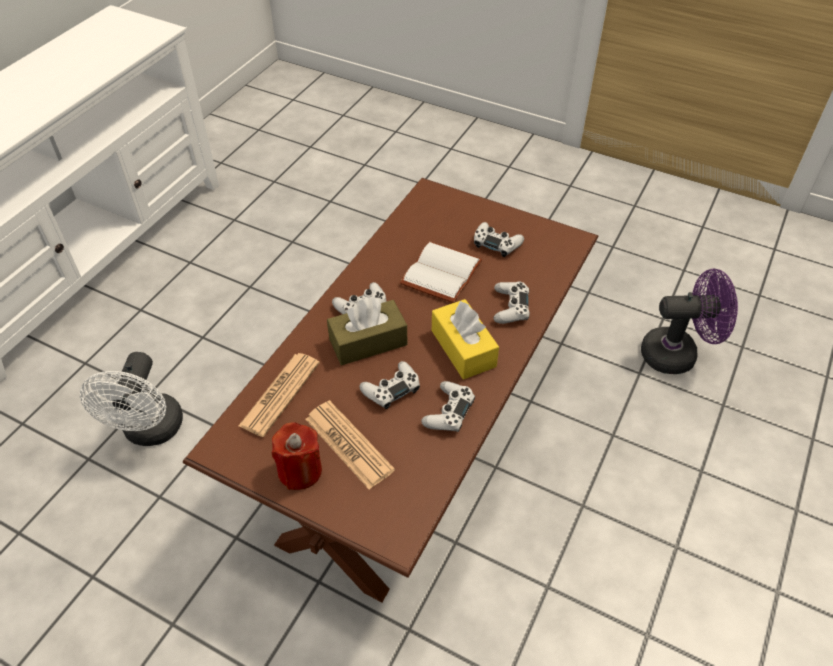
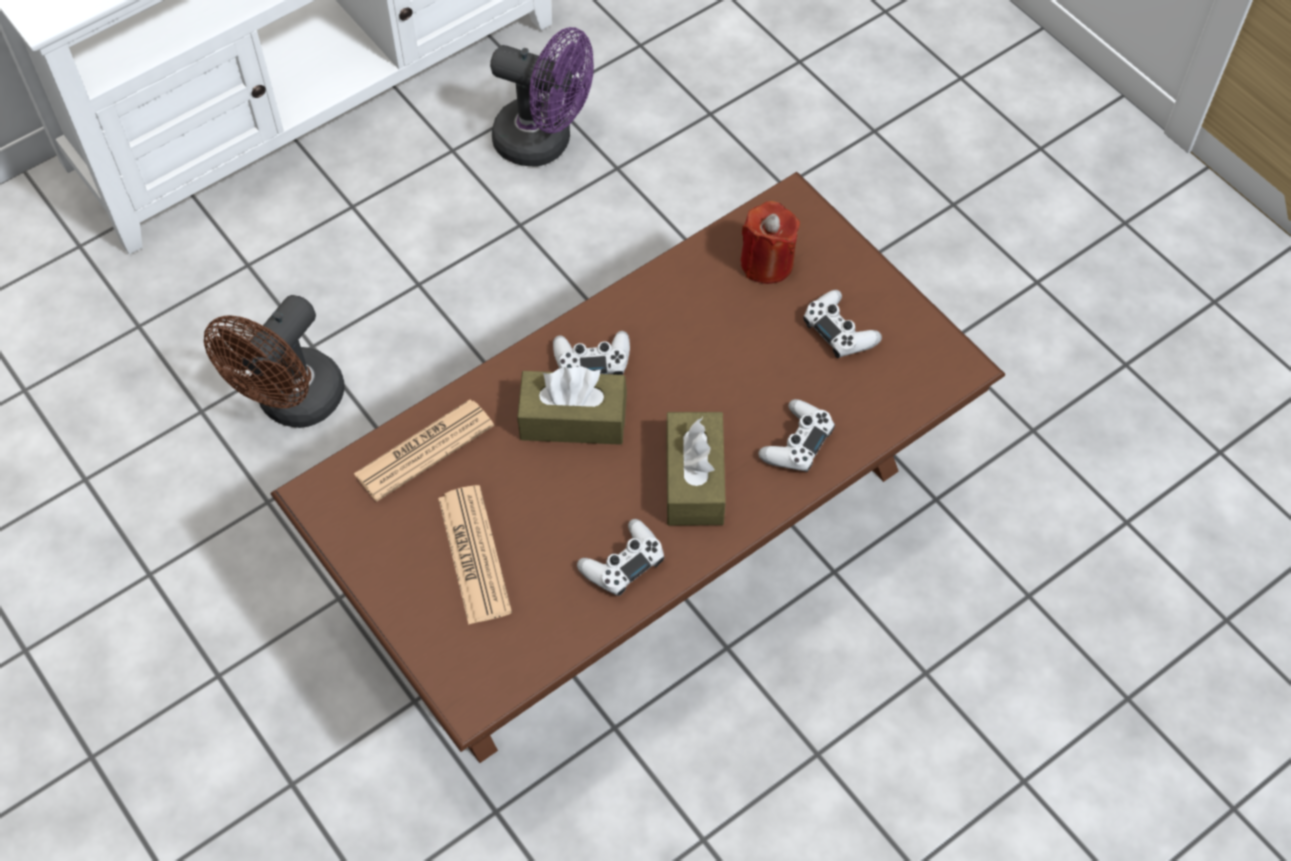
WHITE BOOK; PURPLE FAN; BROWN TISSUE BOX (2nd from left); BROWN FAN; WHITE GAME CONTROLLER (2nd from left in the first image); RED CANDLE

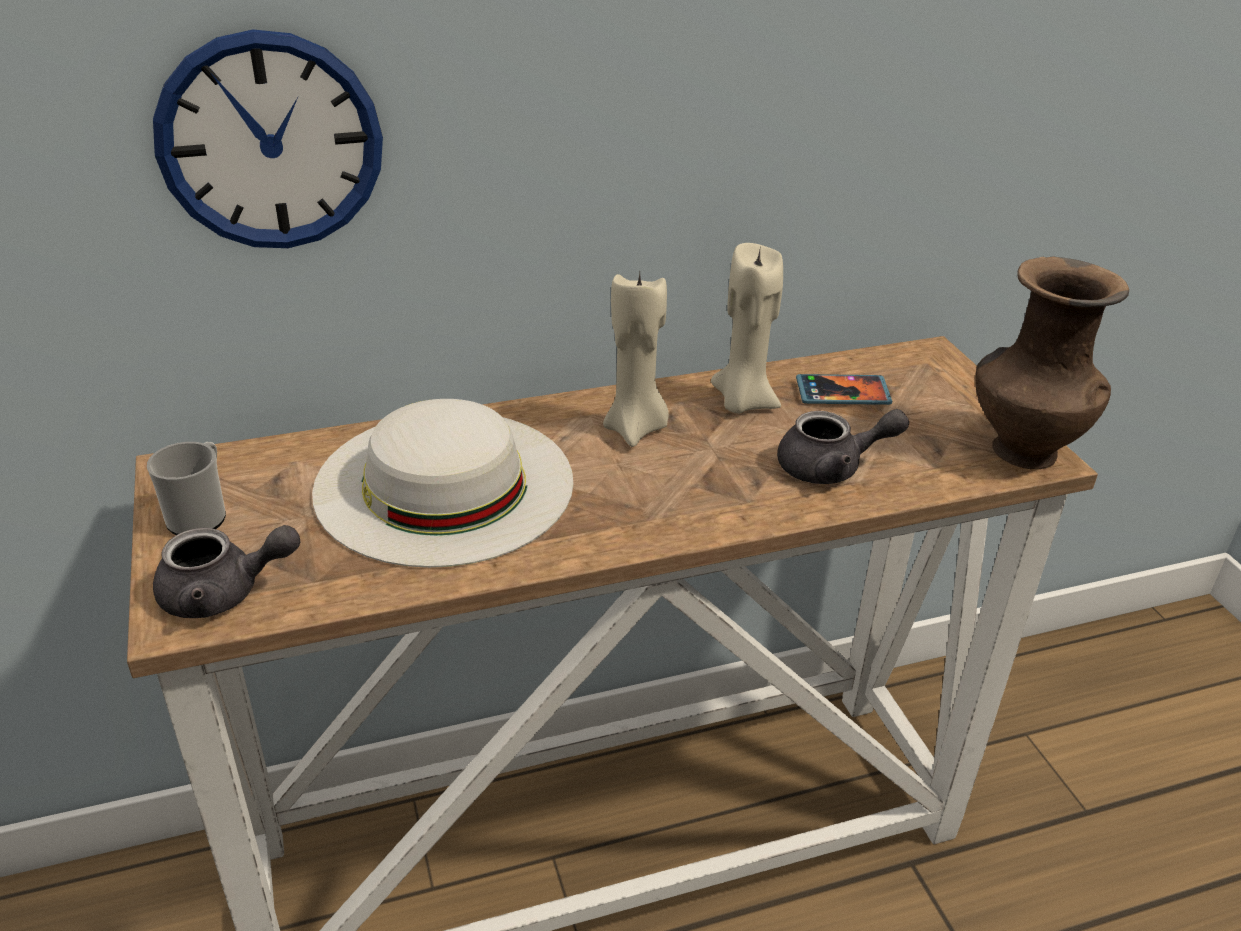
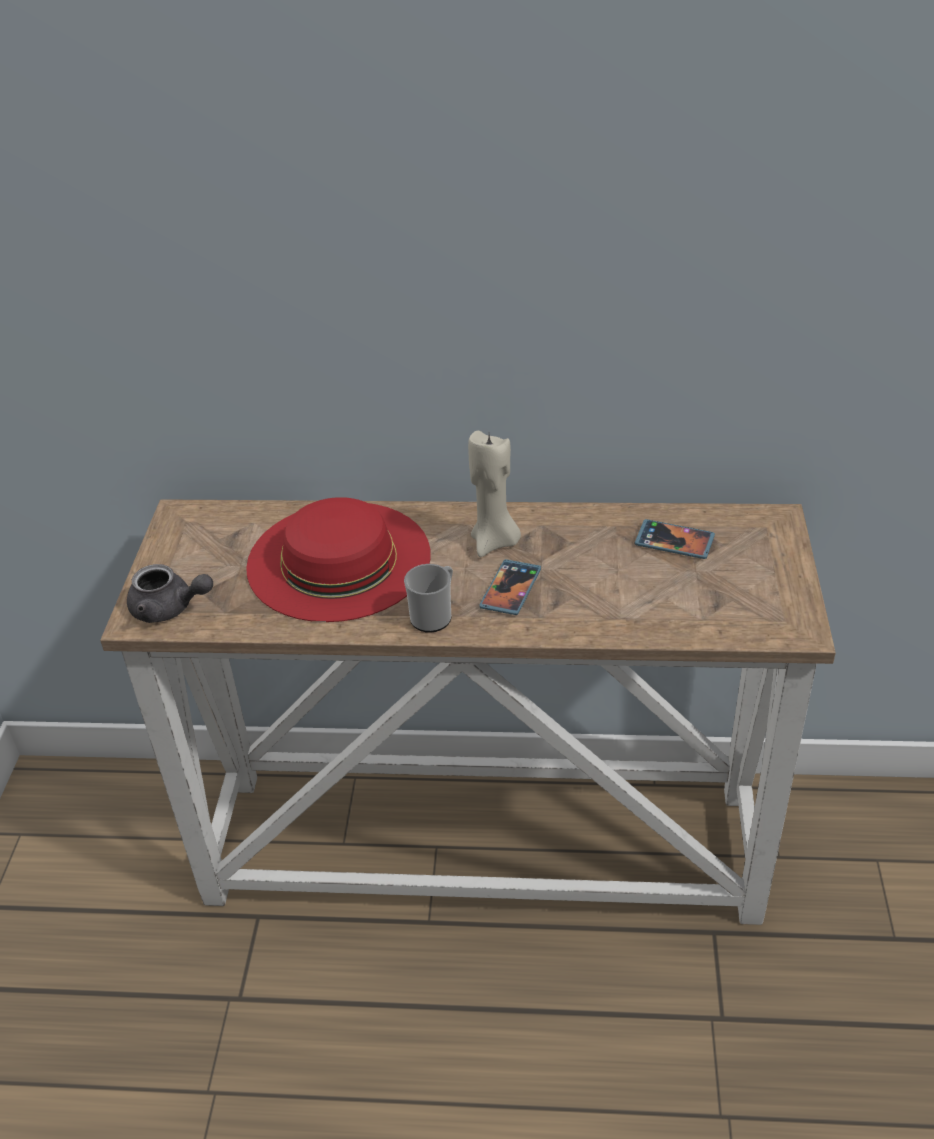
WALL CLOCK; BEIGE CANDLE (2nd from left in the first image); BROWN VASE; RED HAT; GREY TEAPOT (2nd from left in the first image); MUG; PHONE (1st from left)

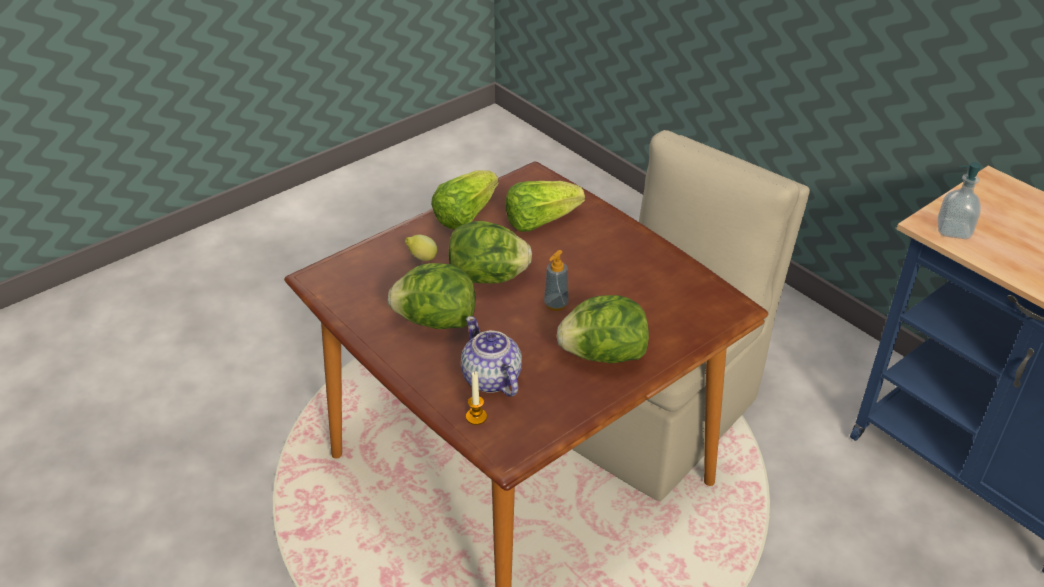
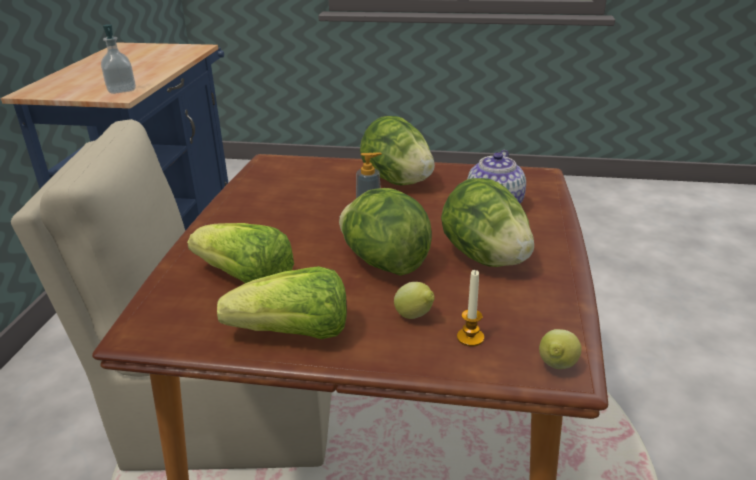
CANDLE; LEMON (2nd from left)

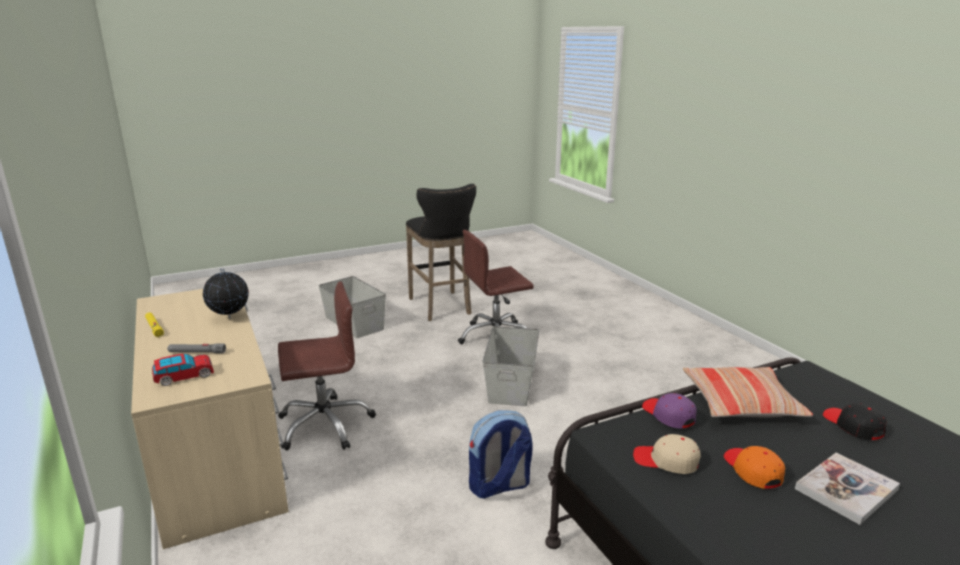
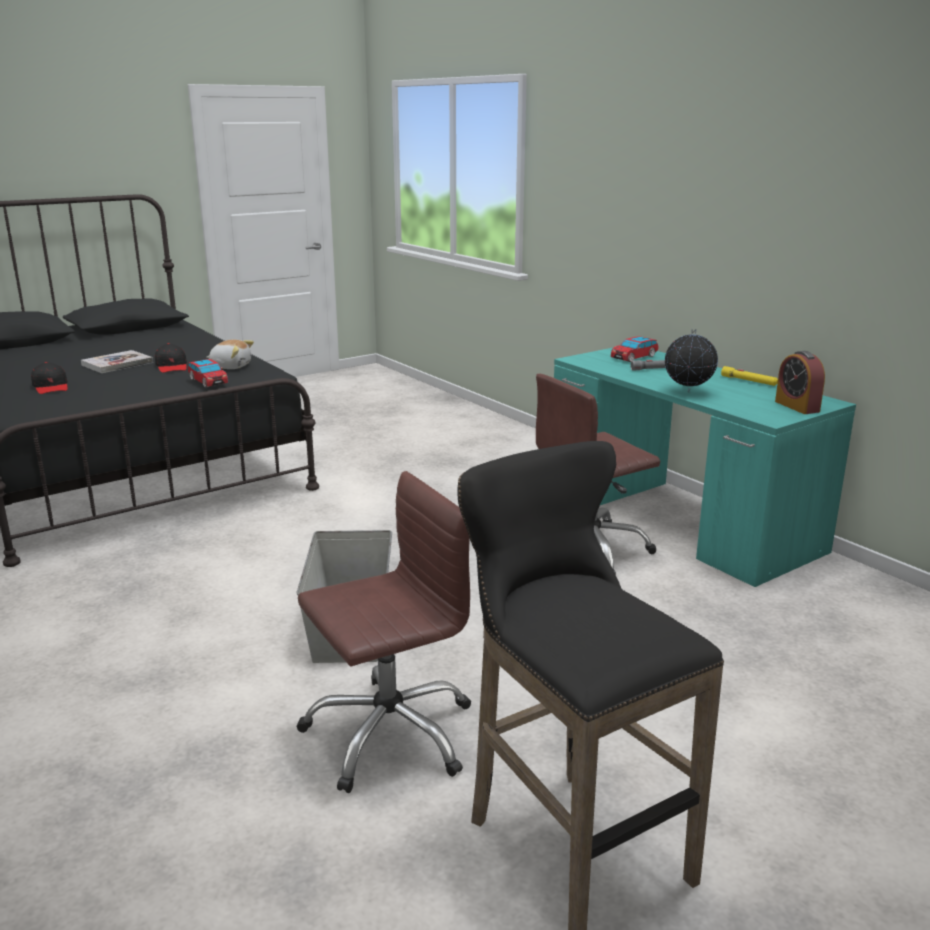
GREY STORAGE BOX (1st from left in the first image); TURQUOISE DESK; PILLOW; TOY CAR (1st from left); BACKPACK; PLUSH TOY; BLACK CAP (2nd from left); ALARM CLOCK

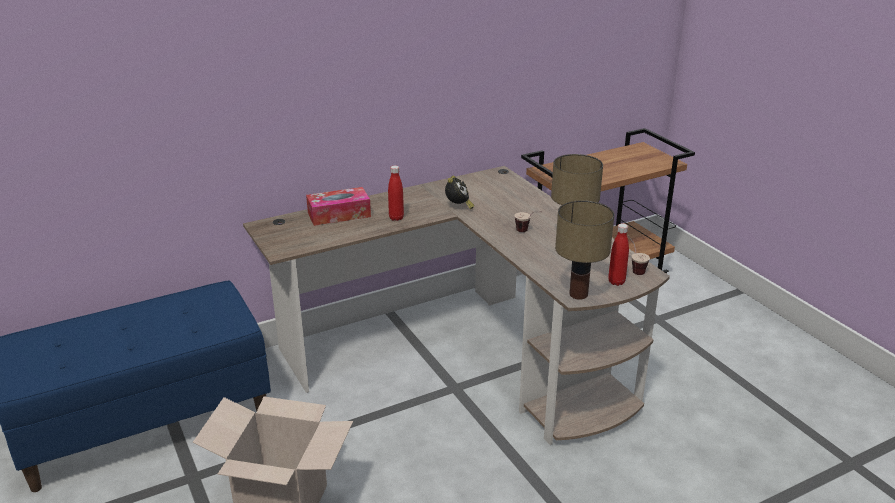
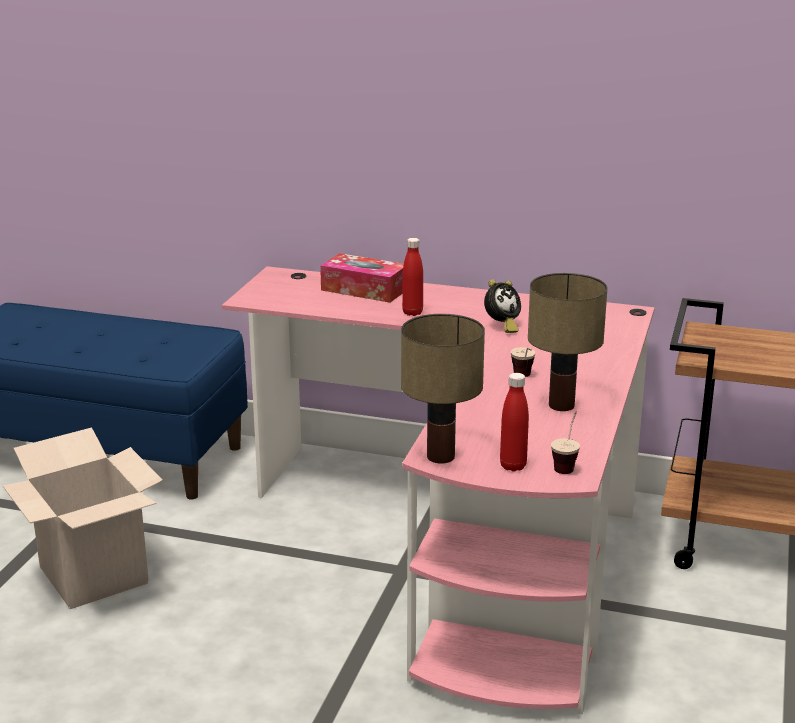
PINK DESK

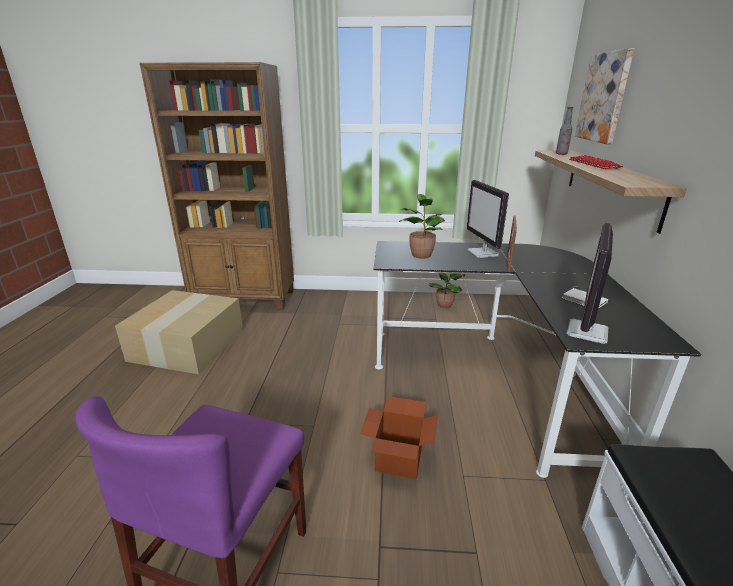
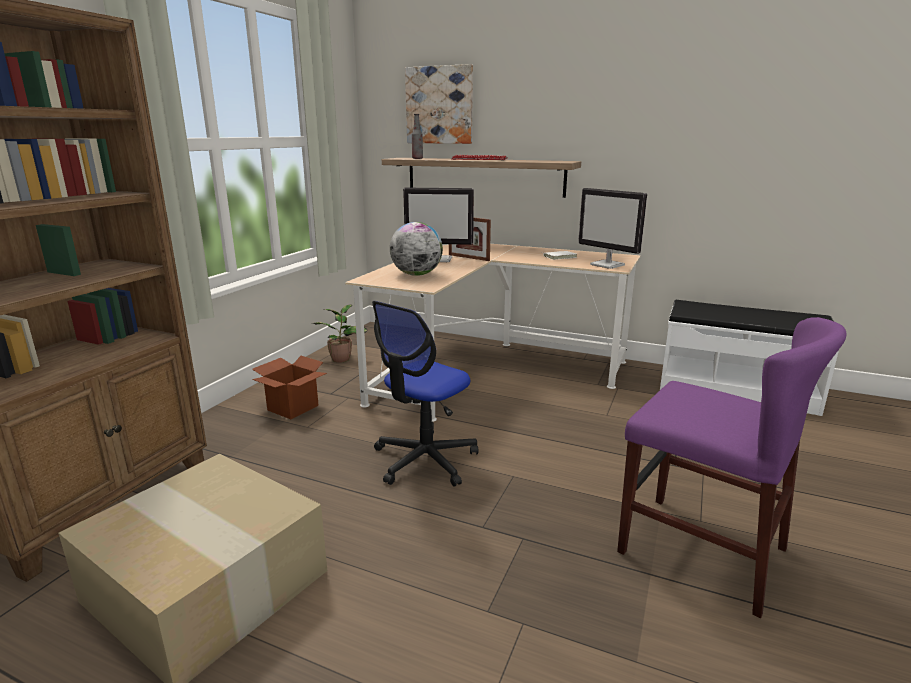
GLOBE; BEIGE DESK; CARDBOARD BOX (2nd from left); OFFICE CHAIR

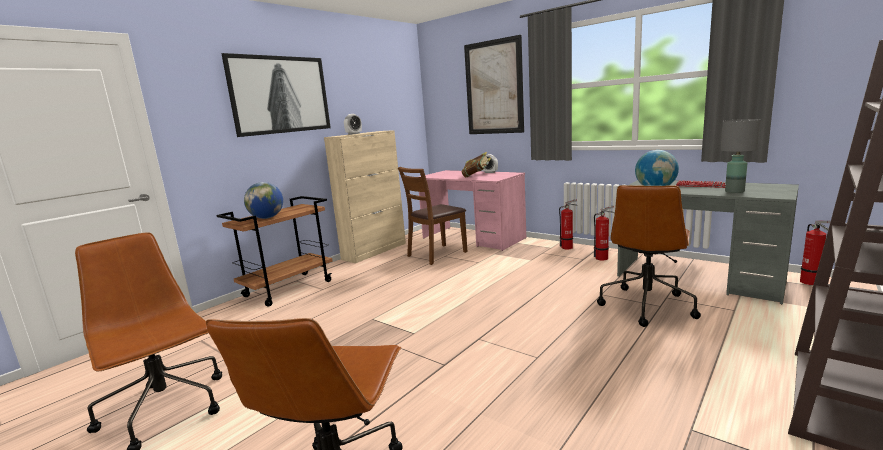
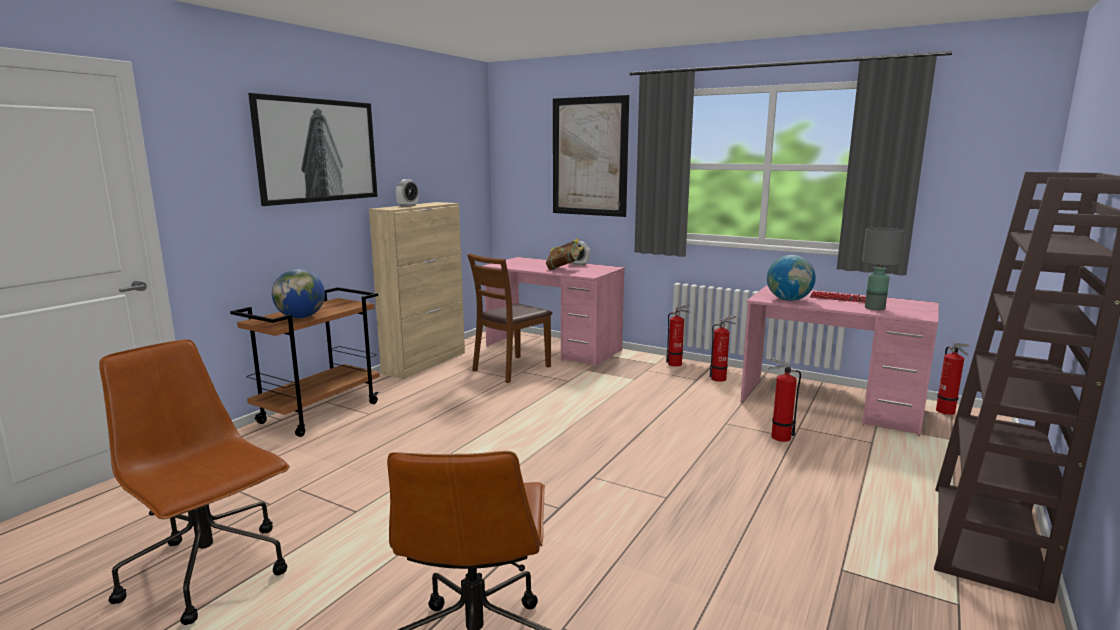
PINK DESK (2nd from left); FIRE EXTINGUISHER (3rd from left)

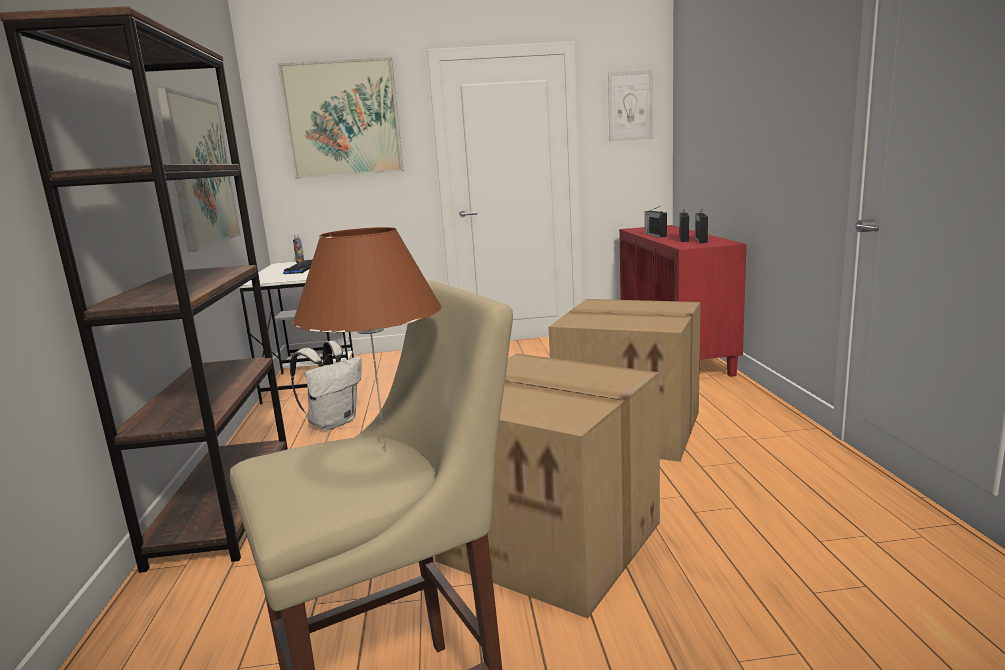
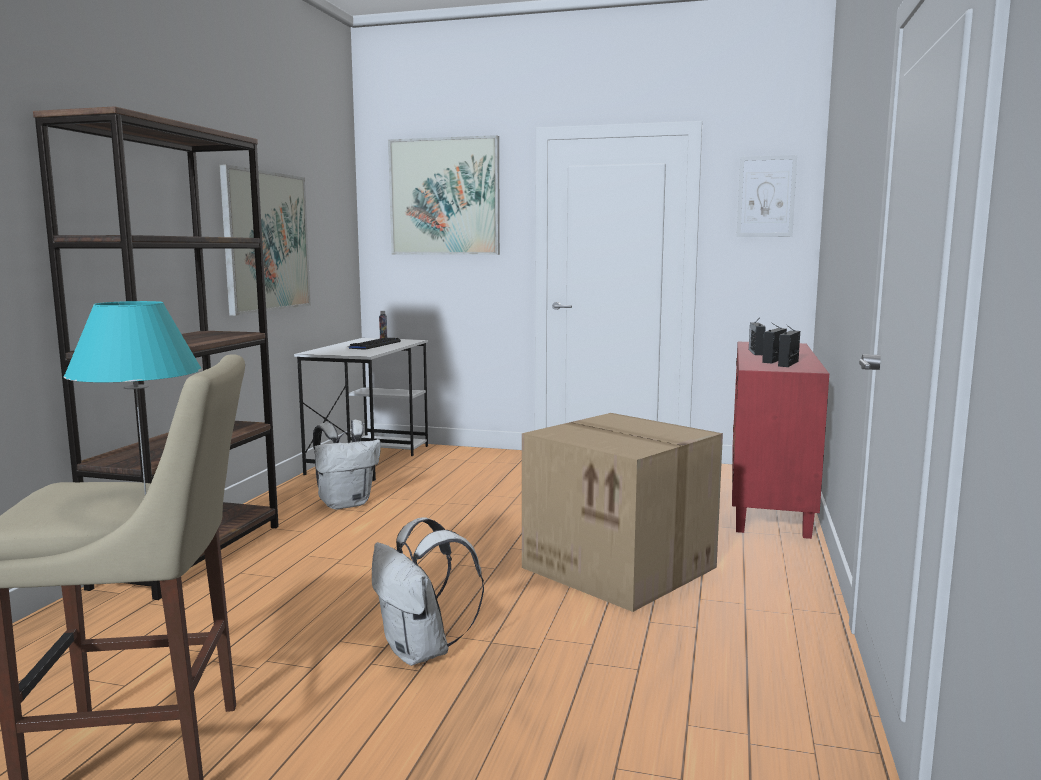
TURQUOISE TABLE LAMP; WHITE BACKPACK (2nd from left)

